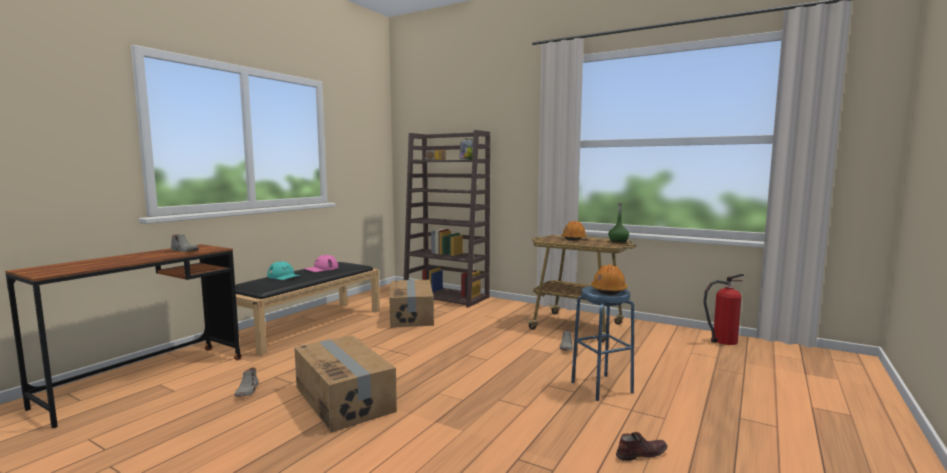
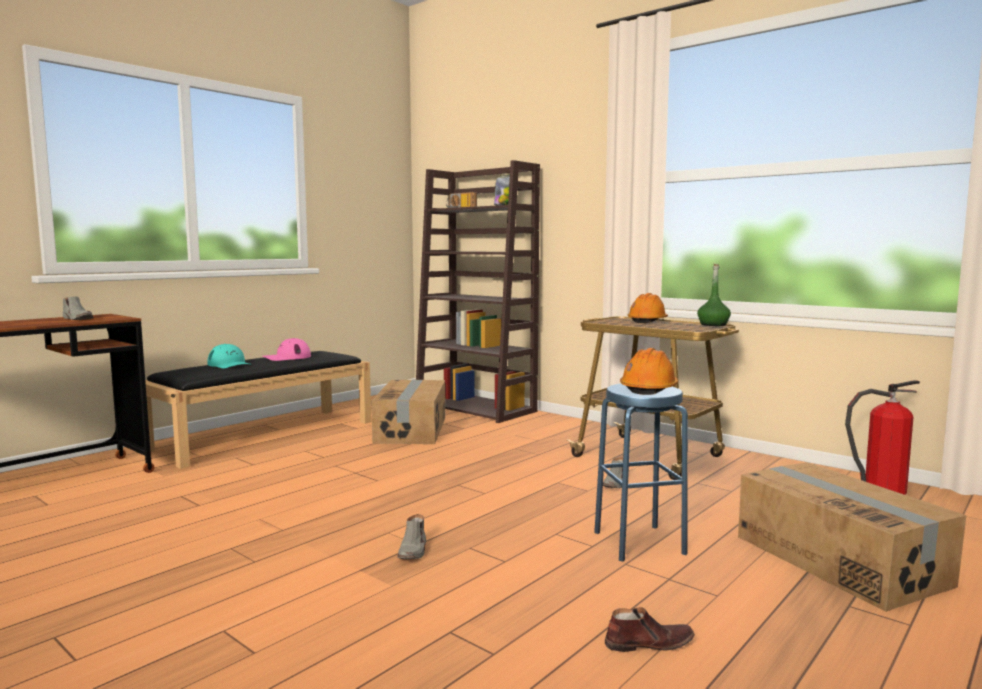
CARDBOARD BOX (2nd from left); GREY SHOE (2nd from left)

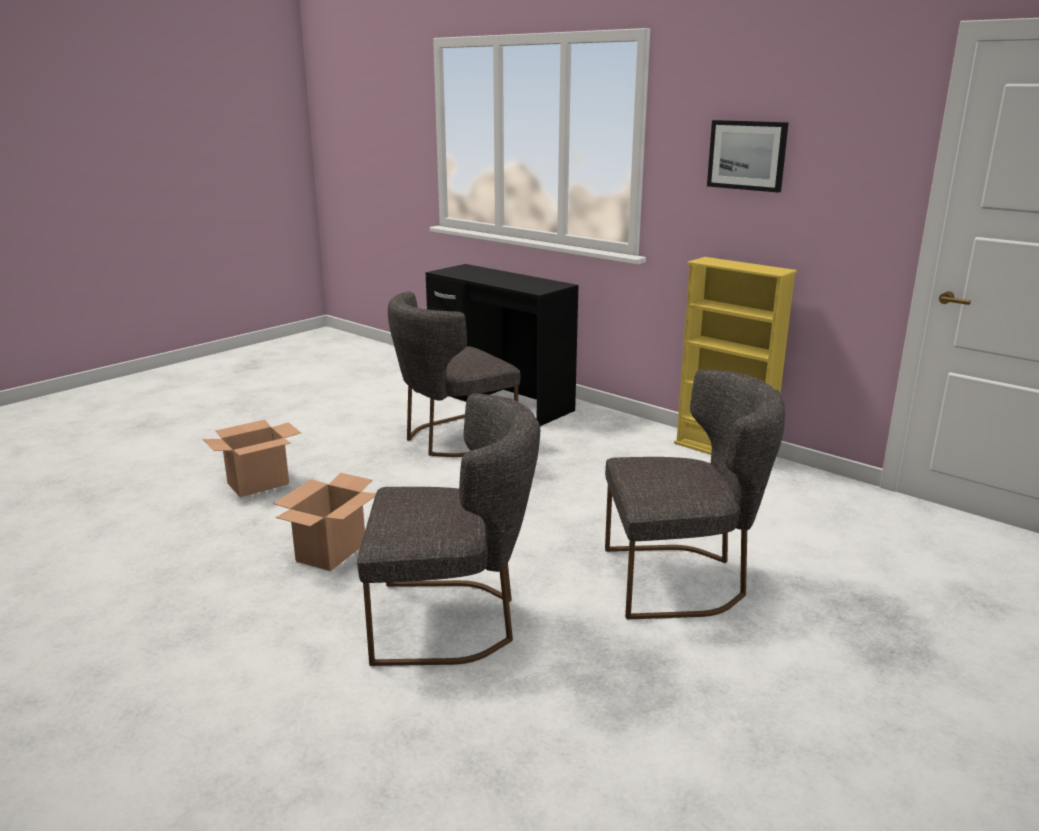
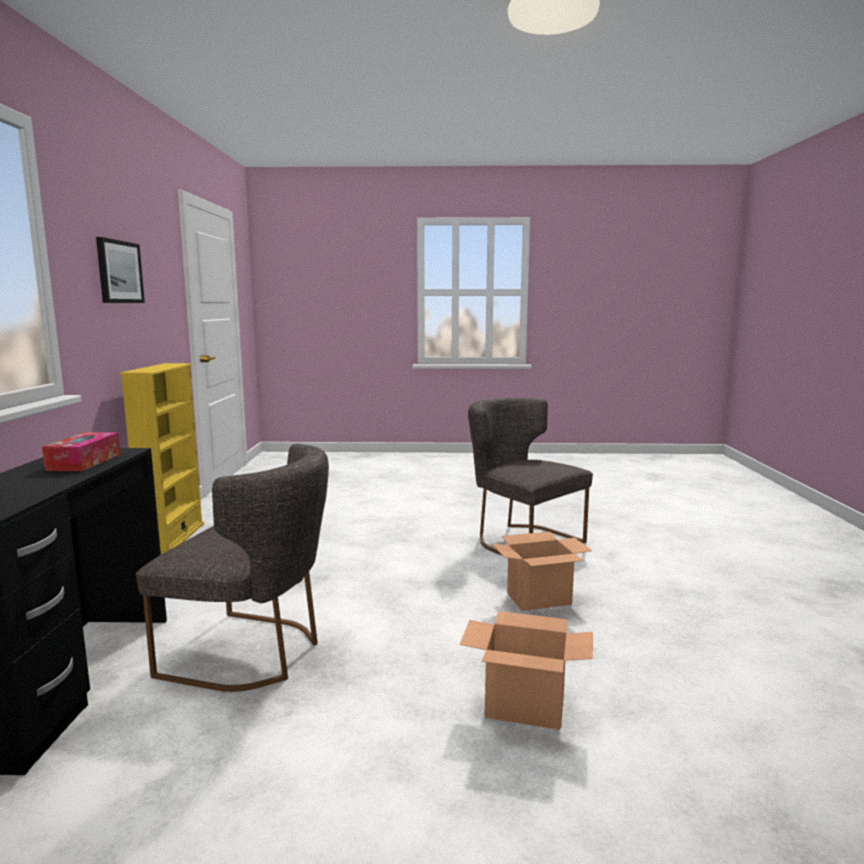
GREY CHAIR (3rd from left in the first image); TISSUE BOX

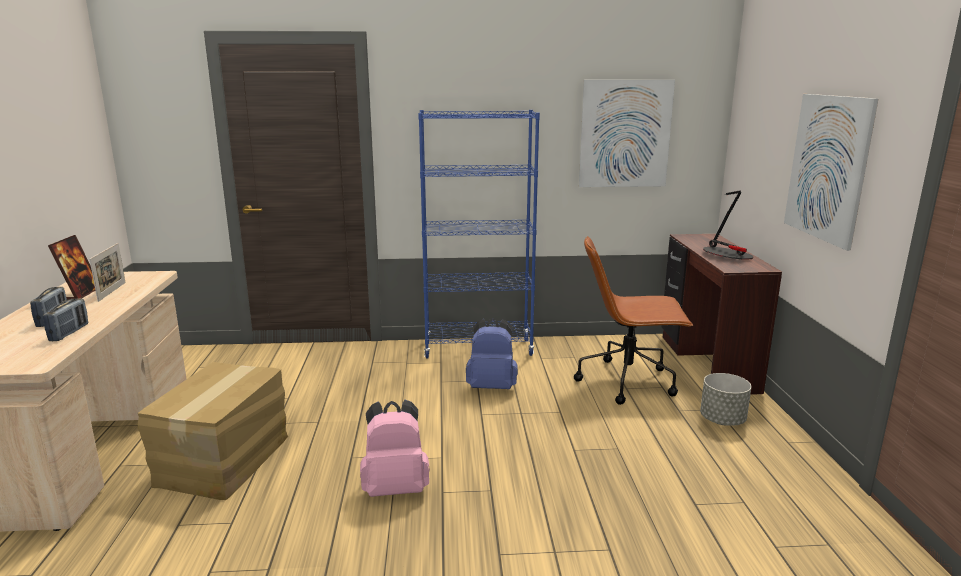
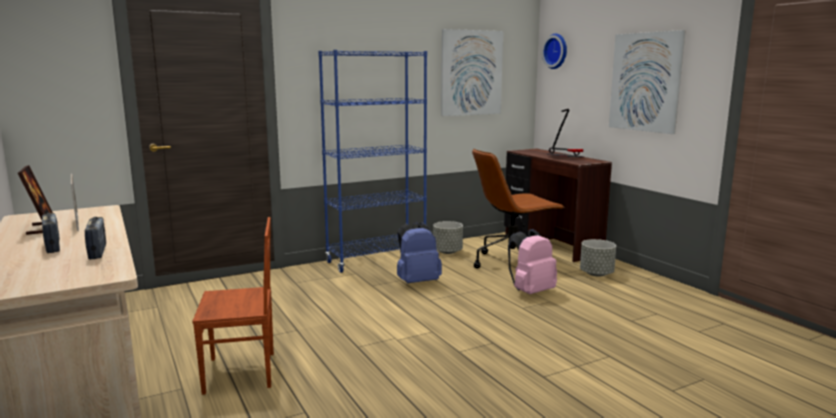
BROWN CHAIR; PINK BACKPACK; WALL CLOCK; GREY PLANTER (1st from left)

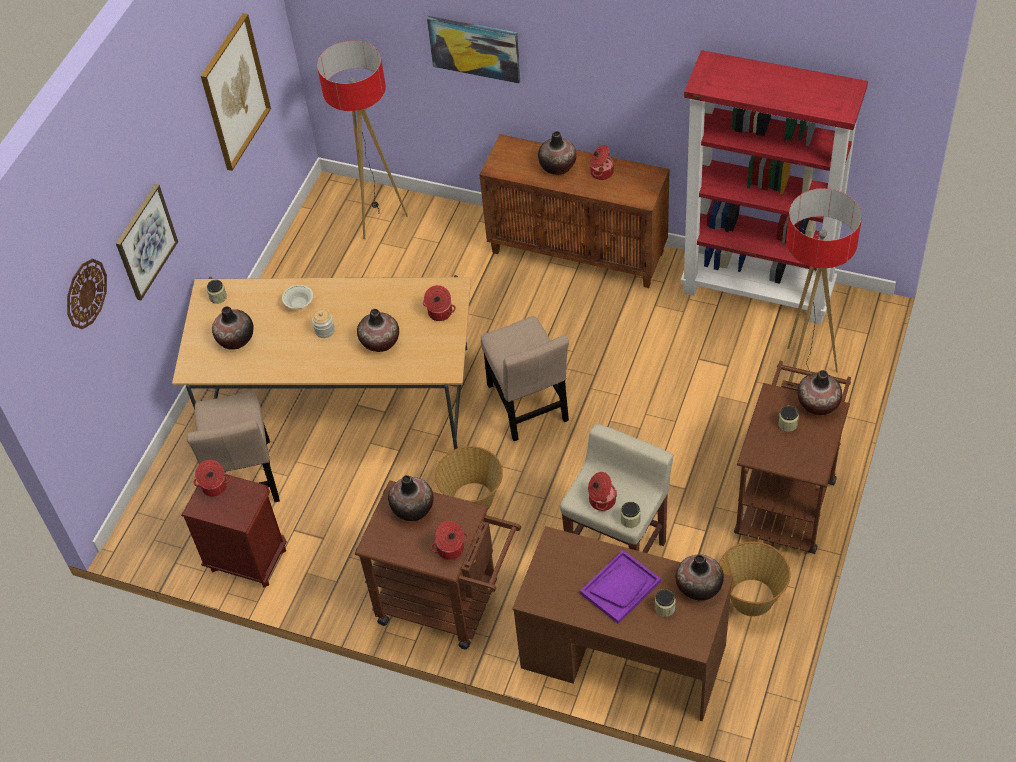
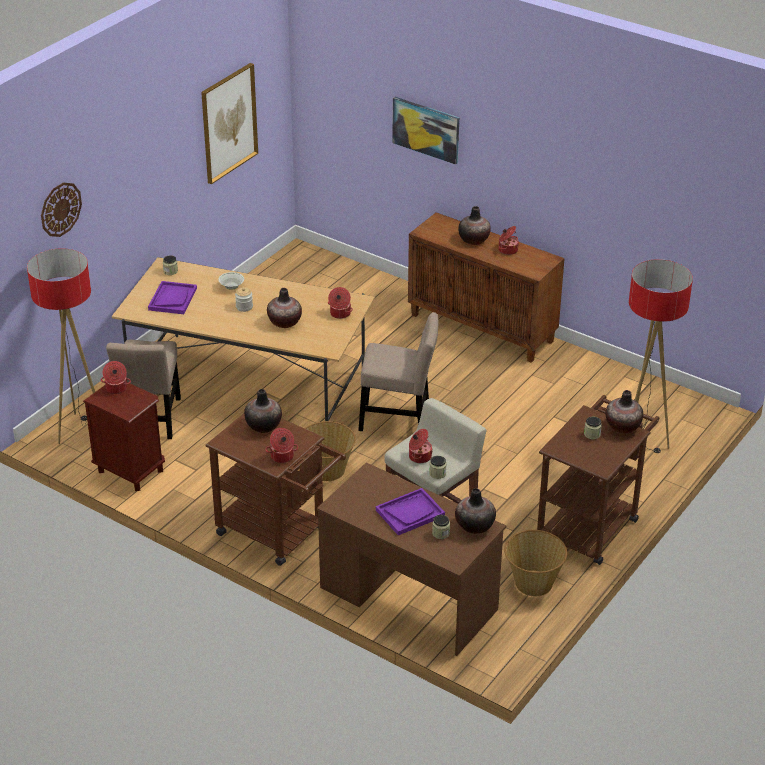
FLOOR LAMP (1st from left); RED BOOKCASE; PICTURE (1st from left in the first image); PURPLE TRAY (1st from left); BEIGE CHAIR (2nd from left)

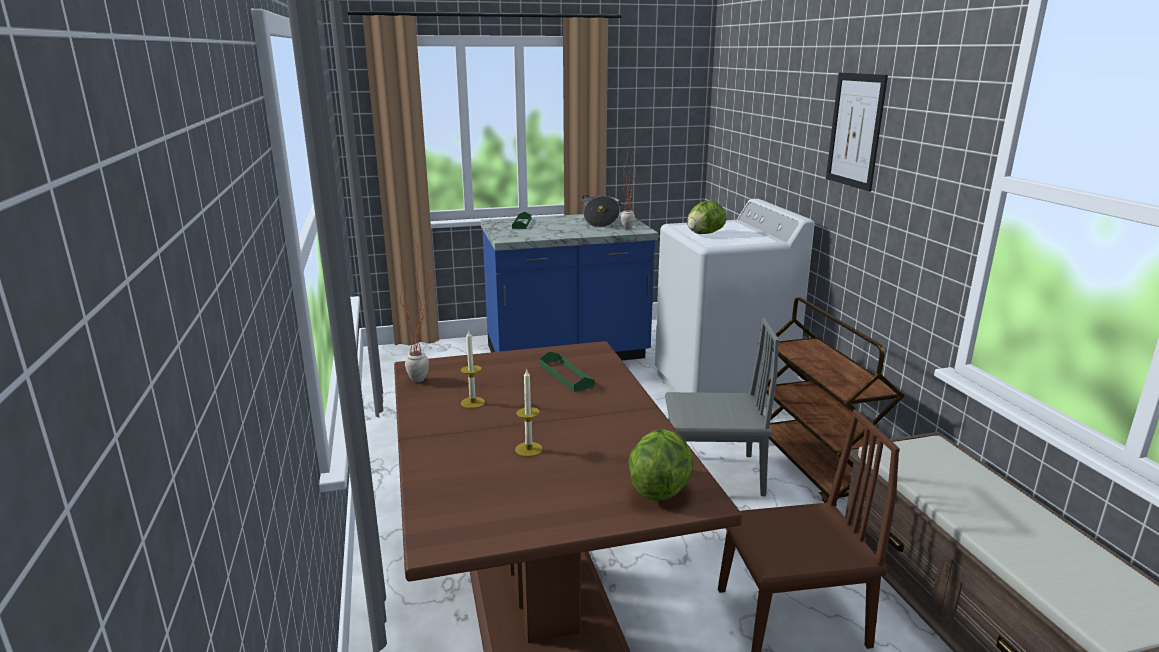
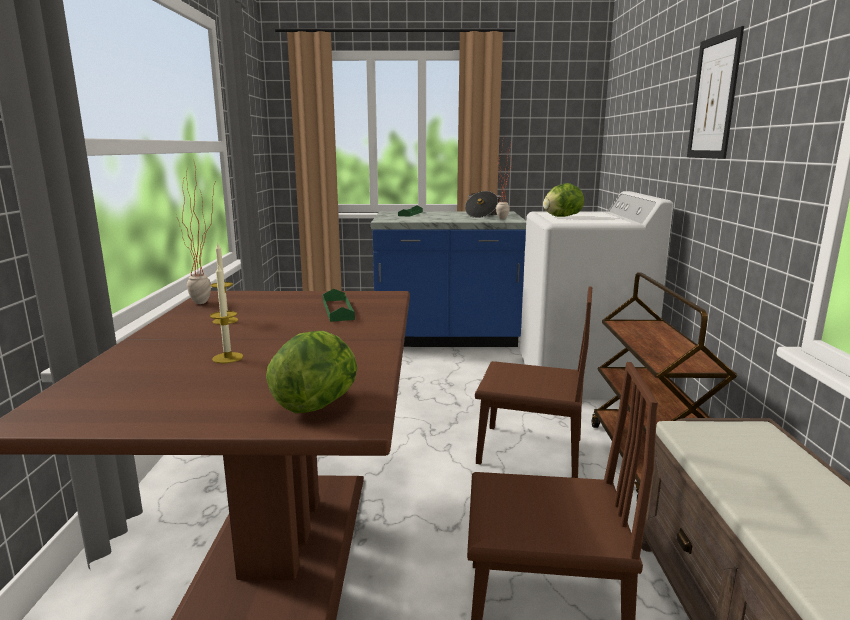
BROWN CHAIR (1st from left)

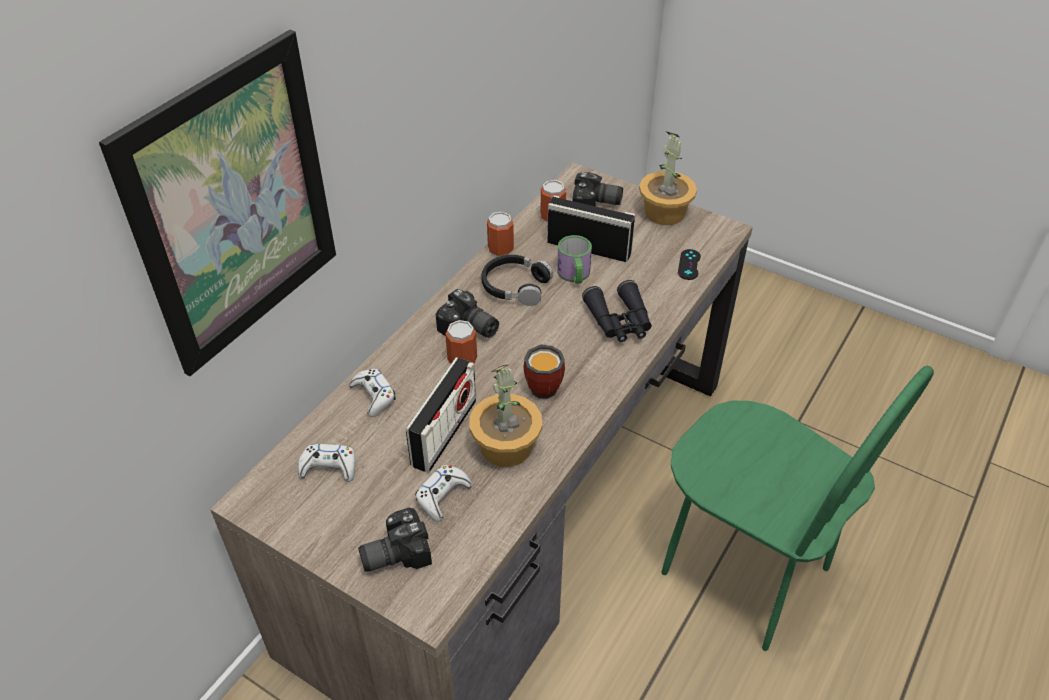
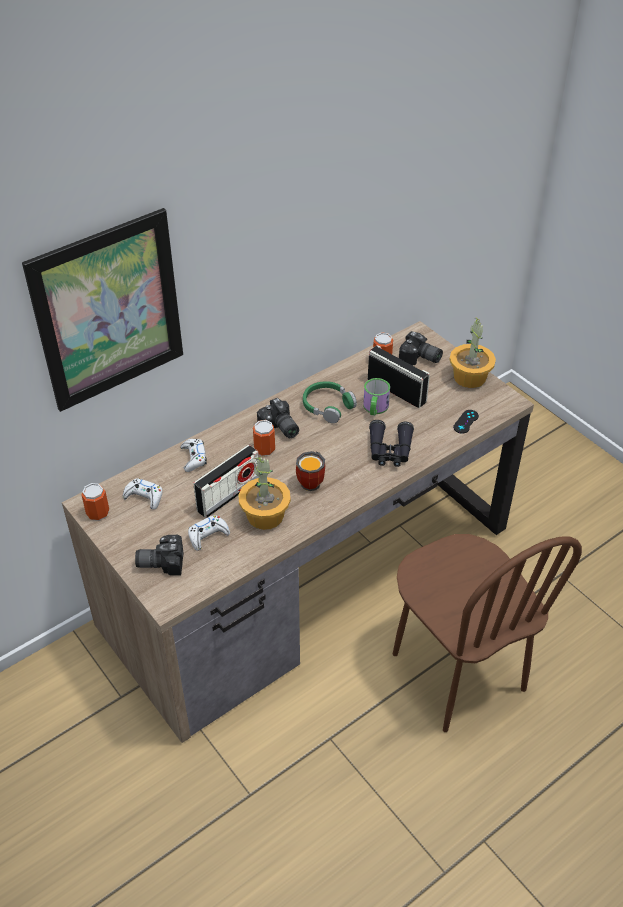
CAN (1st from left); GREEN HEADPHONES; BROWN CHAIR

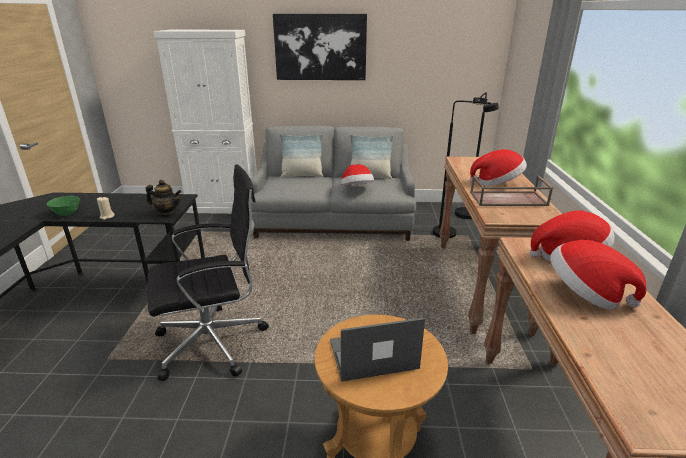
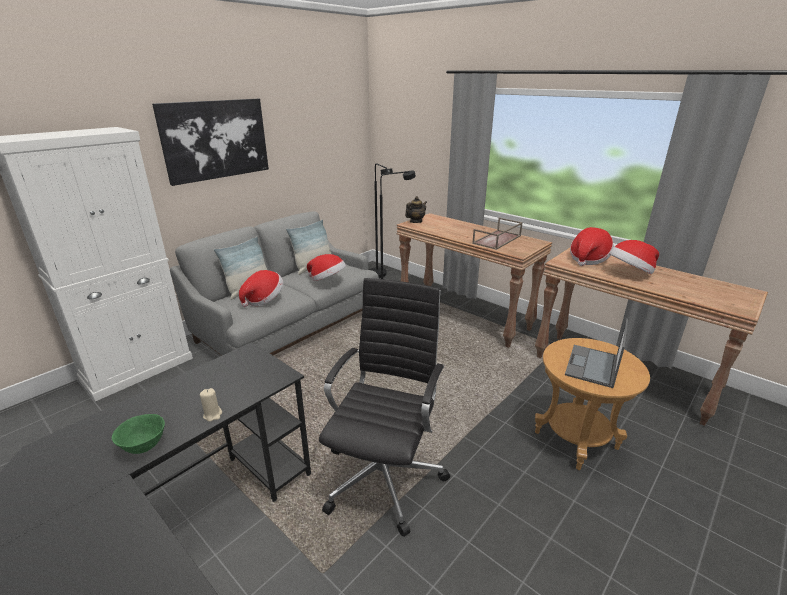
HAT (1st from left); TEAPOT

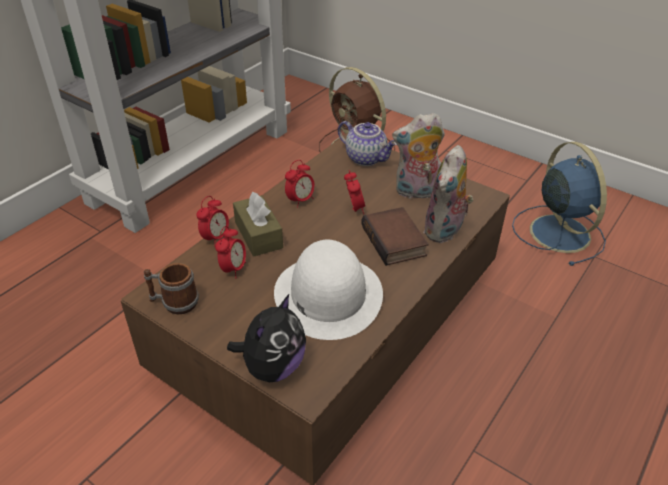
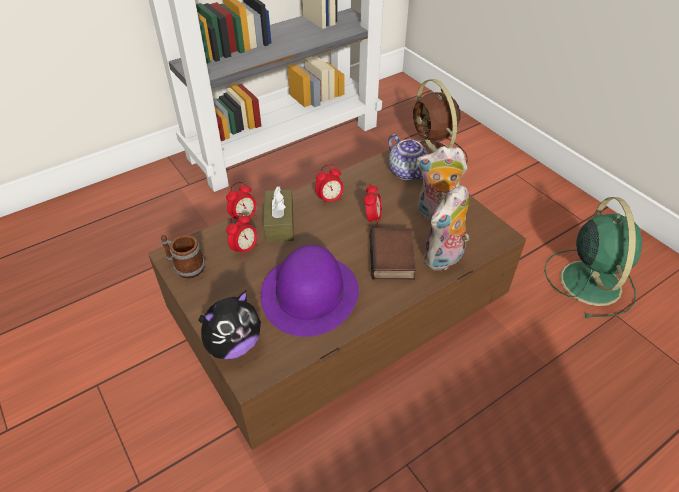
GREEN FAN; PURPLE HAT

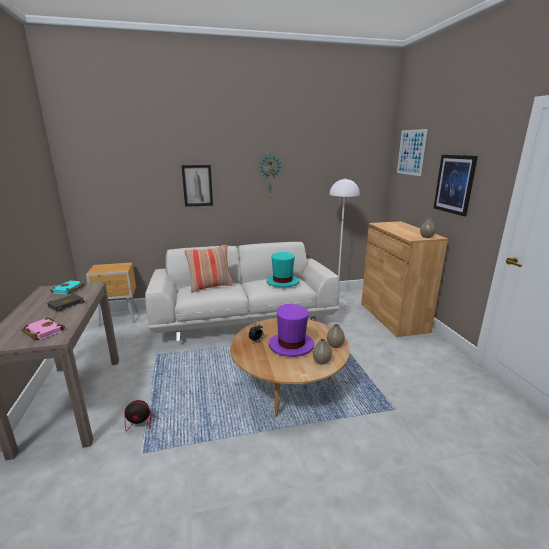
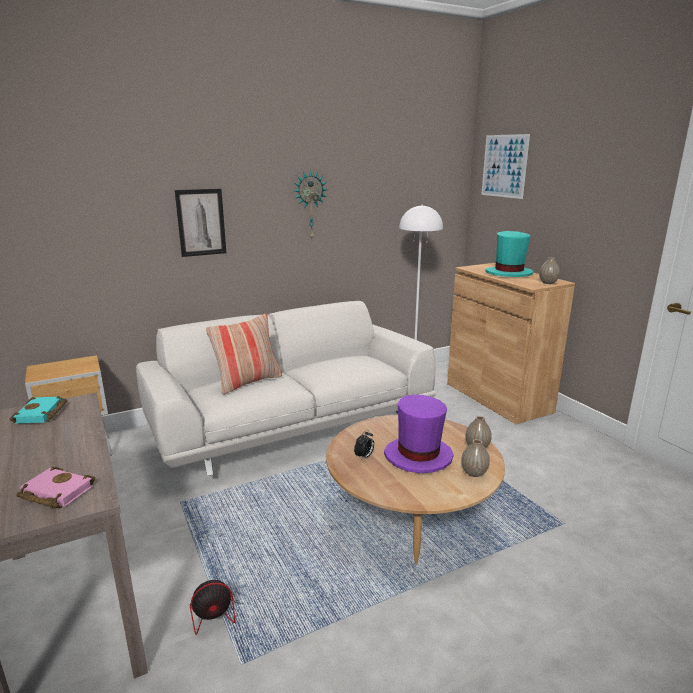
PICTURE (3rd from left in the first image); TURQUOISE HAT; BLACK BOOK

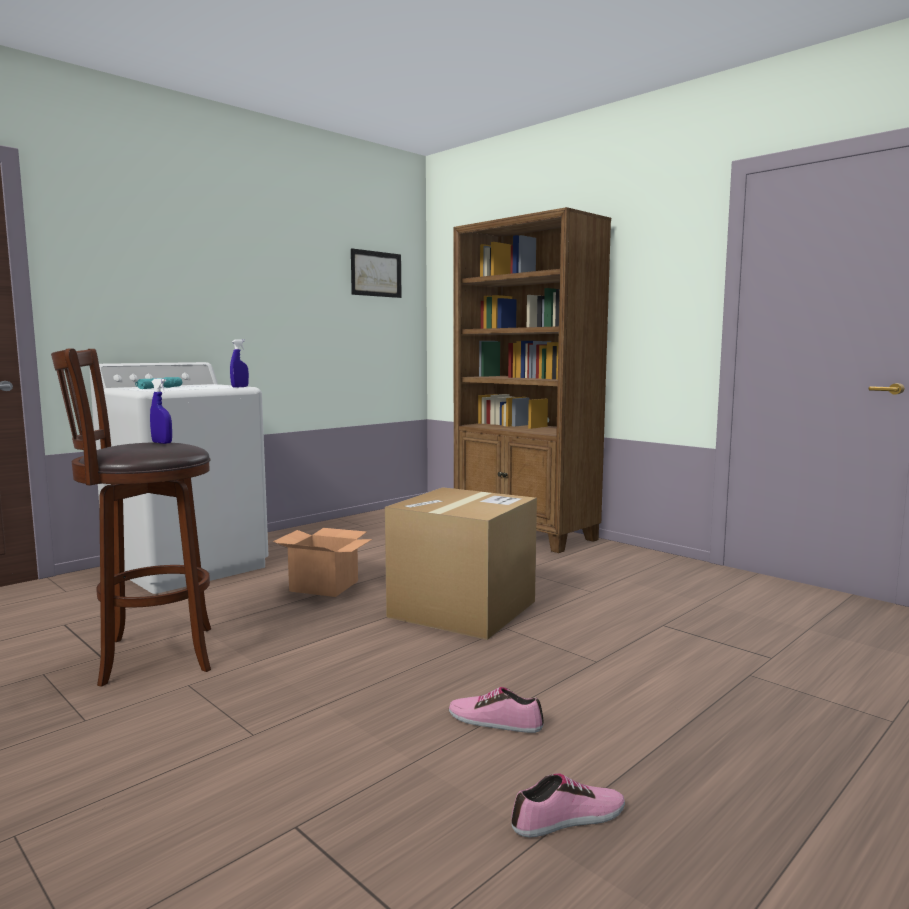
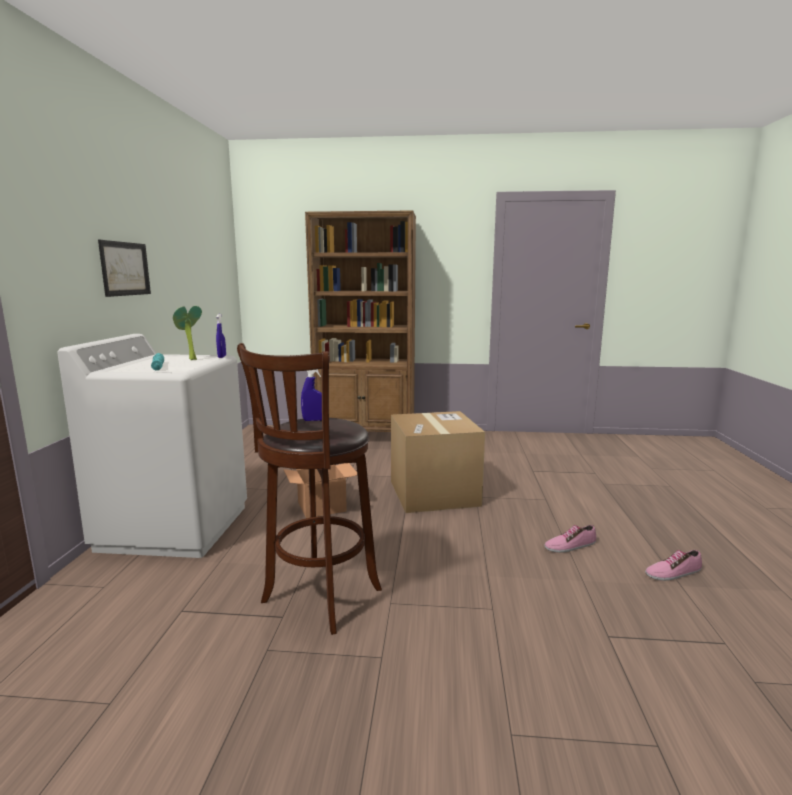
PICTURE; SHOE (2nd from left); POTTED PLANT

